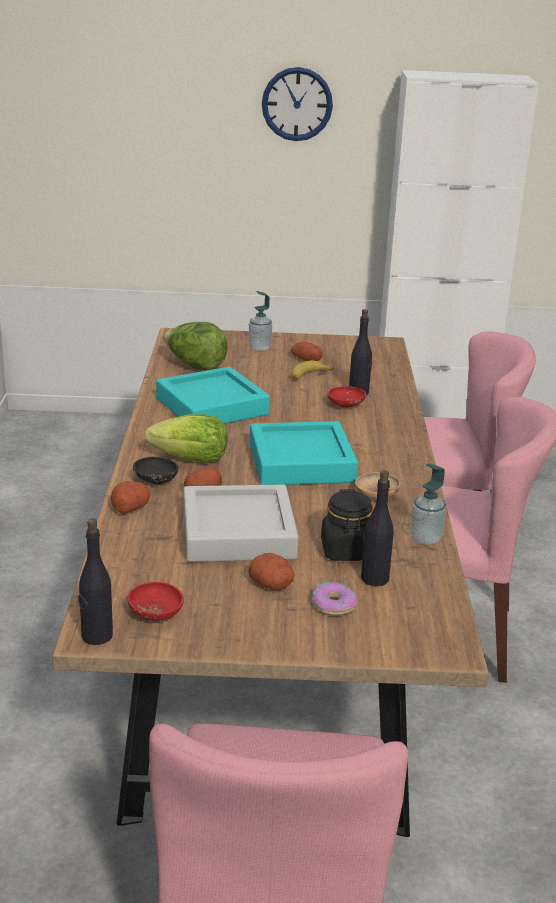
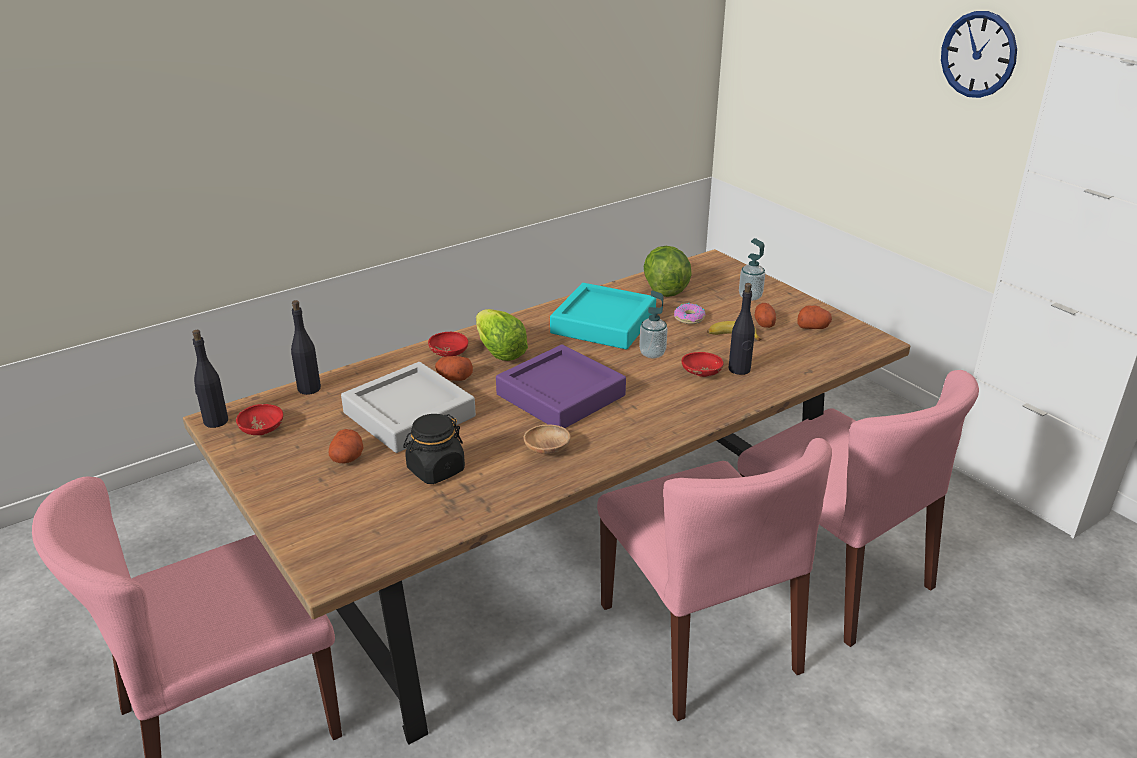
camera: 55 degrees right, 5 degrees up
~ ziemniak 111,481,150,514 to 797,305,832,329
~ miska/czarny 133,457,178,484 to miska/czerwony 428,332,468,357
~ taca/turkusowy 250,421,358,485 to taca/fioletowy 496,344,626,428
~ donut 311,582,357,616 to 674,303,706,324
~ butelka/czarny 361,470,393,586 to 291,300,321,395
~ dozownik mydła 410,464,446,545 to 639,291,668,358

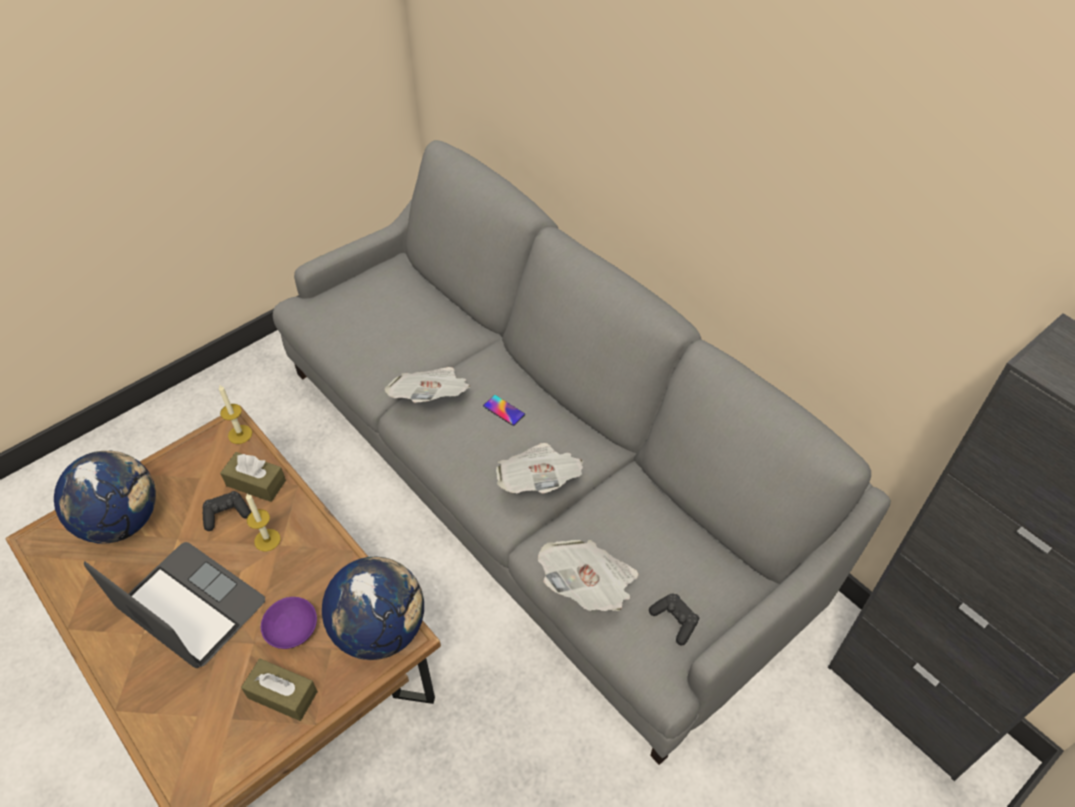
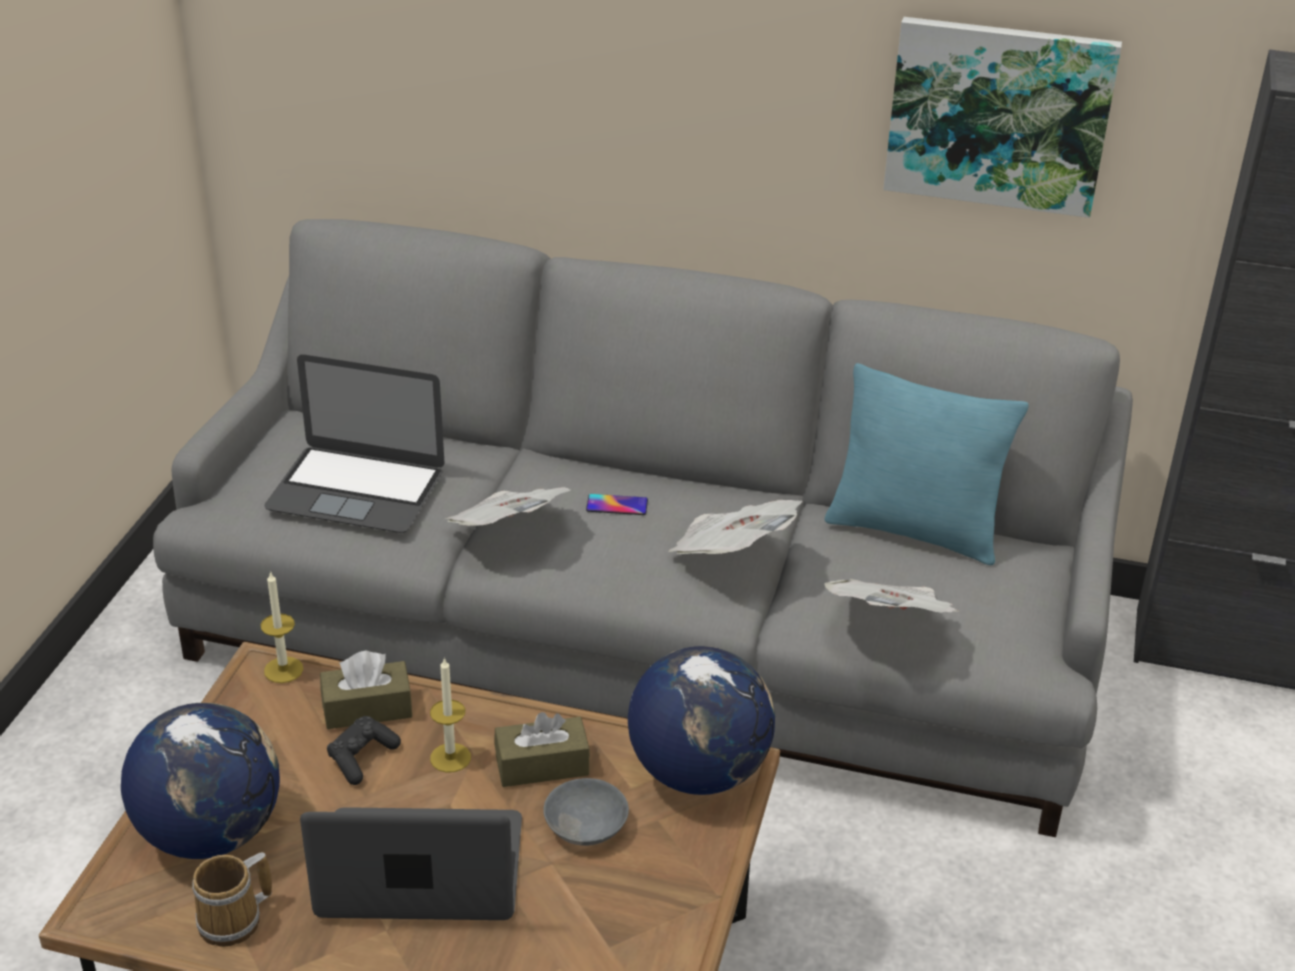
camera: 35 degrees left, 15 degrees down
~ pudełko chusteczek/brązowy 241,659,318,721 to 495,712,590,787
~ miska/fioletowy 261,597,317,649 to miska/szary 543,778,629,846
- pad do gier/czarny 649,594,699,645
+ kubek 192,852,272,947
+ laptop 264,354,444,533
+ poduszka/turkusowy 824,363,1029,565
+ obraz 883,17,1122,218

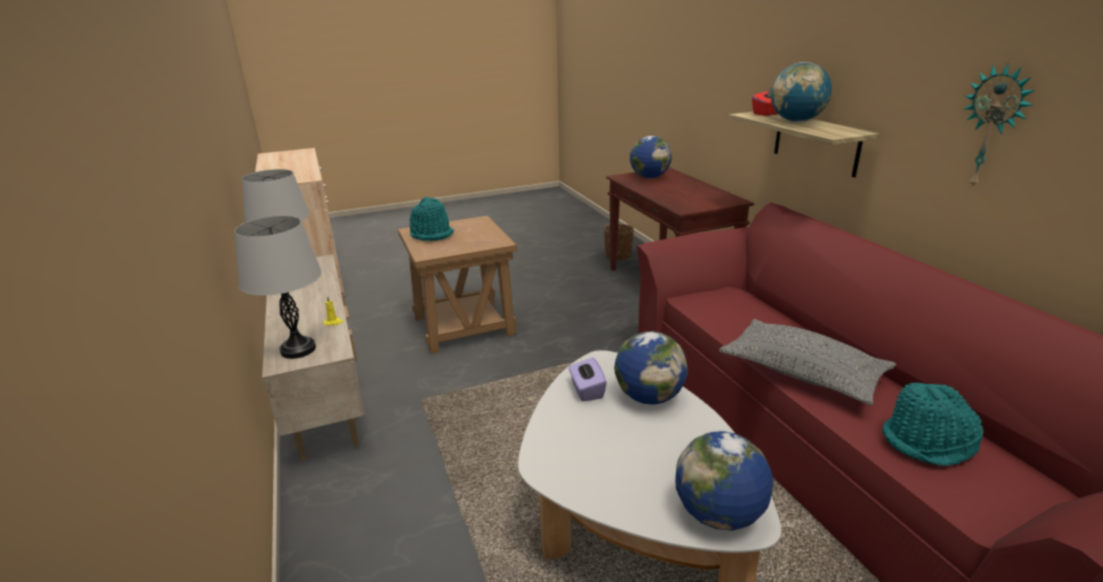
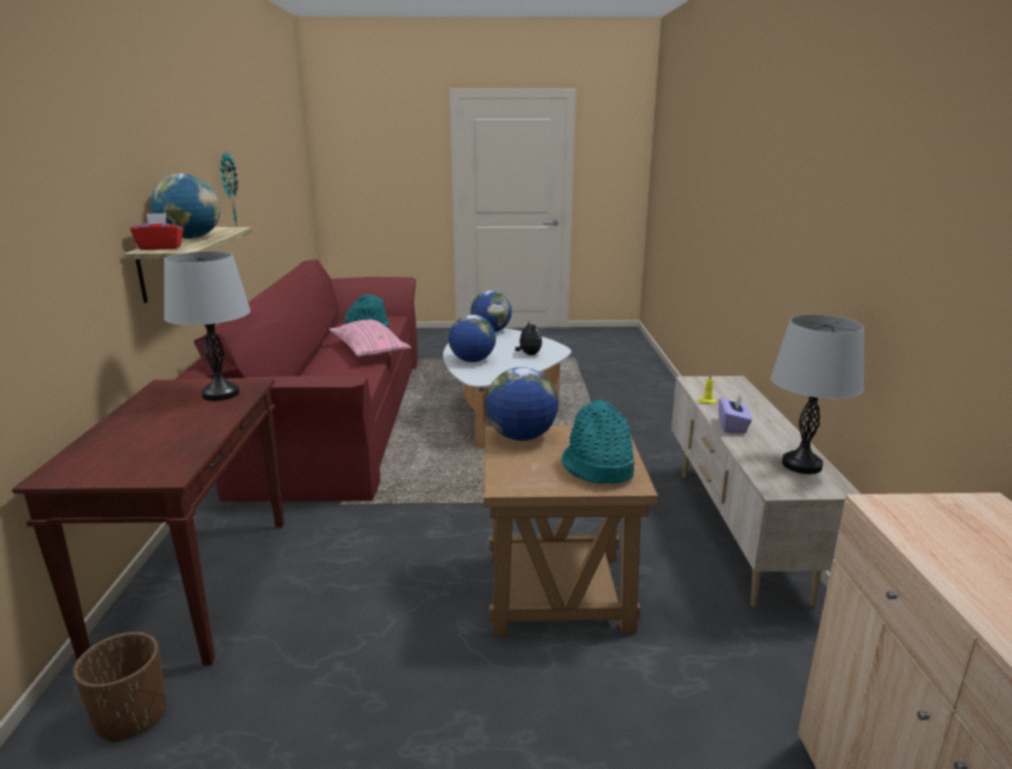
camera: 160 degrees left, 5 degrees down
~ lampa stołowa/szary 235,216,322,359 to 164,251,251,401
~ pudełko chusteczek/fioletowy 569,358,607,401 to 718,395,752,434
~ globus 630,136,672,178 to 485,367,559,441
~ poduszka/szary 719,319,896,406 to poduszka/różowy 329,320,411,357
+ pluszak 515,321,542,355

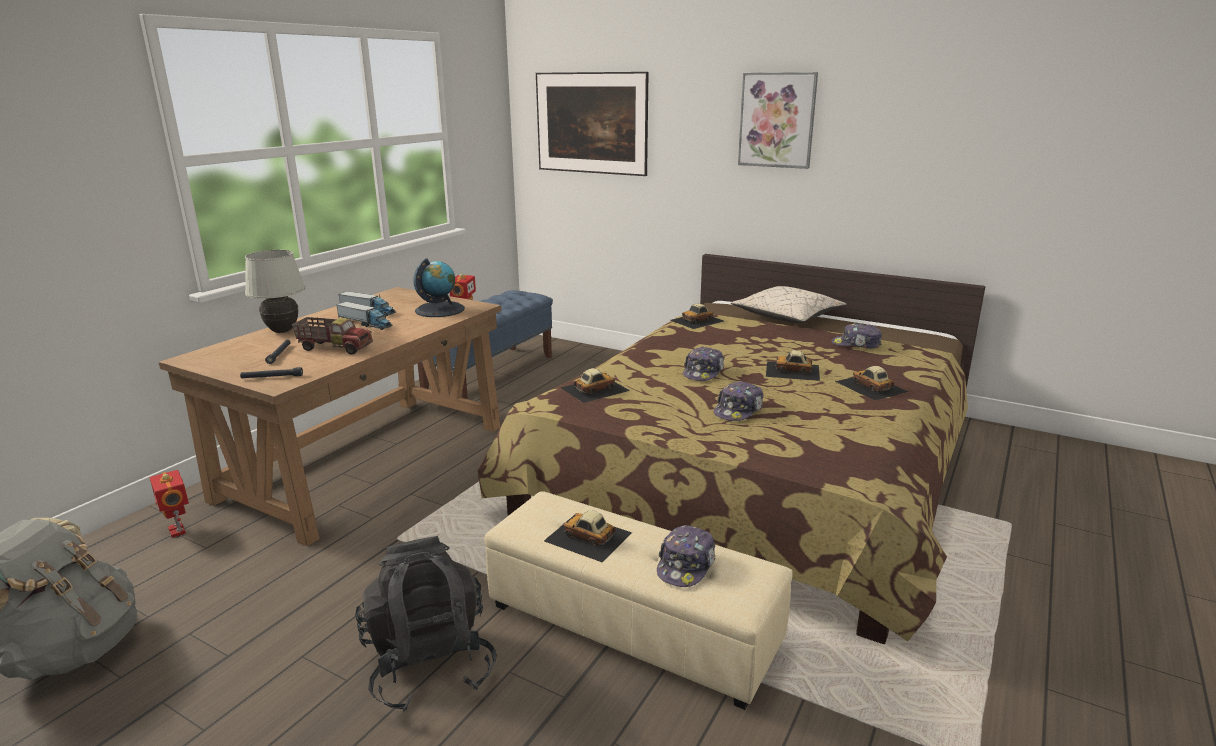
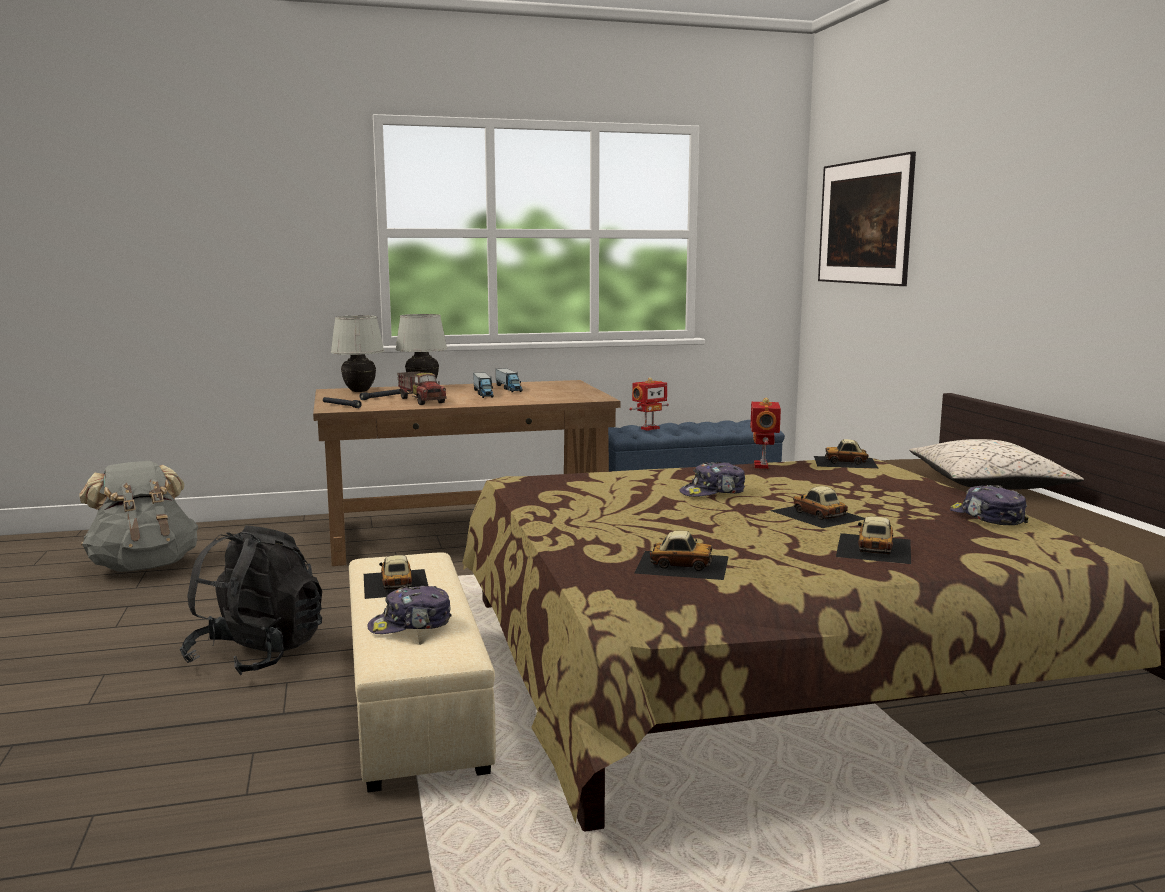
camera: 45 degrees right, 10 degrees down
~ robot zabawkowy 150,470,189,538 to 750,398,781,469
- globus 413,258,465,317
~ samochodzik 560,368,630,403 to 634,531,729,580
- czapka z daszkiem 714,381,764,421
- obraz 738,72,818,169
+ lampa stołowa/biały 331,315,384,392

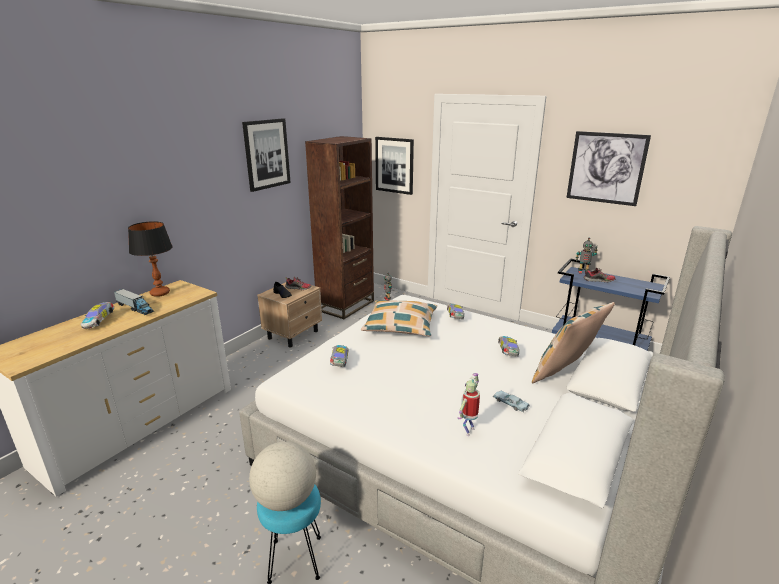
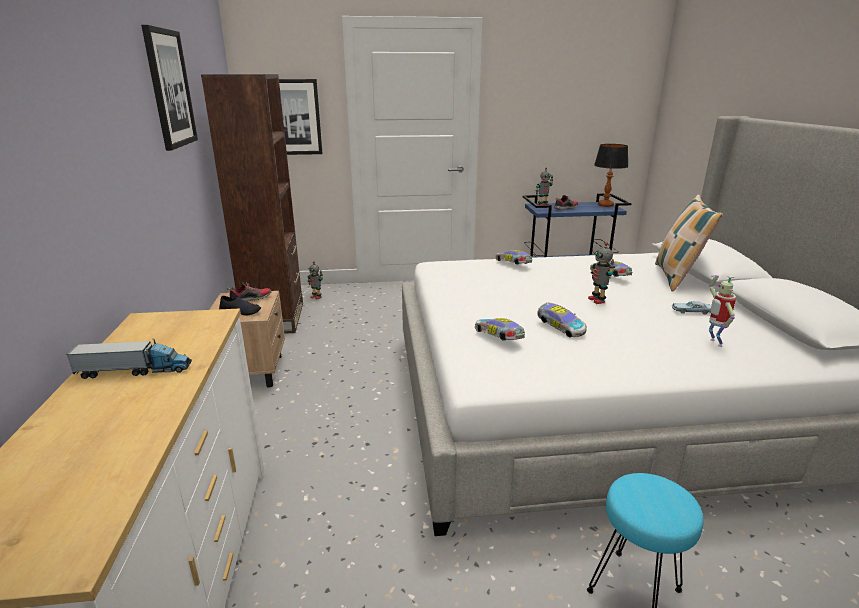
camera: 40 degrees left, 0 degrees up
~ samochodzik 81,302,114,329 to 537,303,587,338
~ lampa stołowa 128,221,173,297 to 594,144,629,207
- globus 249,441,316,511
- poduszka 361,300,437,336
- obraz 566,131,651,206
+ robot zabawkowy 588,242,615,304

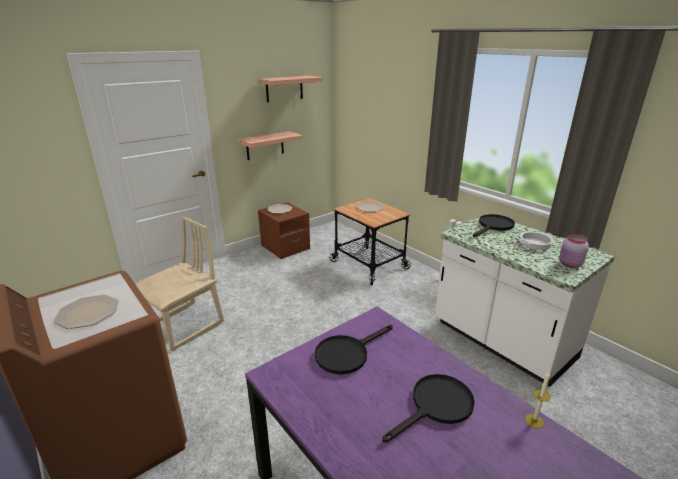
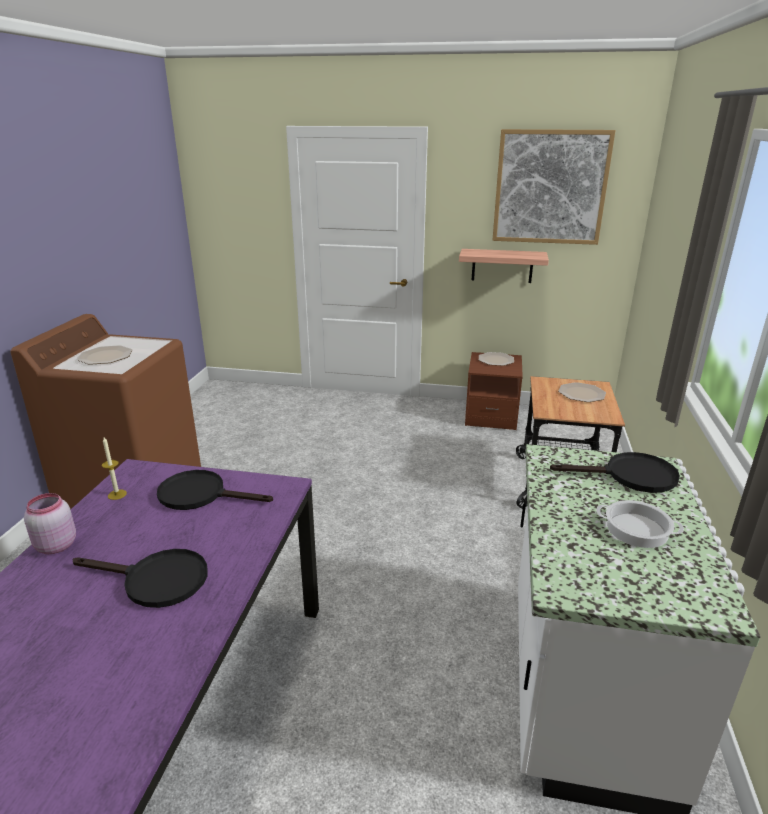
camera: 50 degrees right, 0 degrees up
- krzesło/beżowy 135,216,224,352
~ półka 258,76,323,103 to obraz 492,129,616,245
~ świeca 525,372,550,429 to 102,437,127,500
~ słoik/różowy 559,234,589,268 to 24,493,76,554

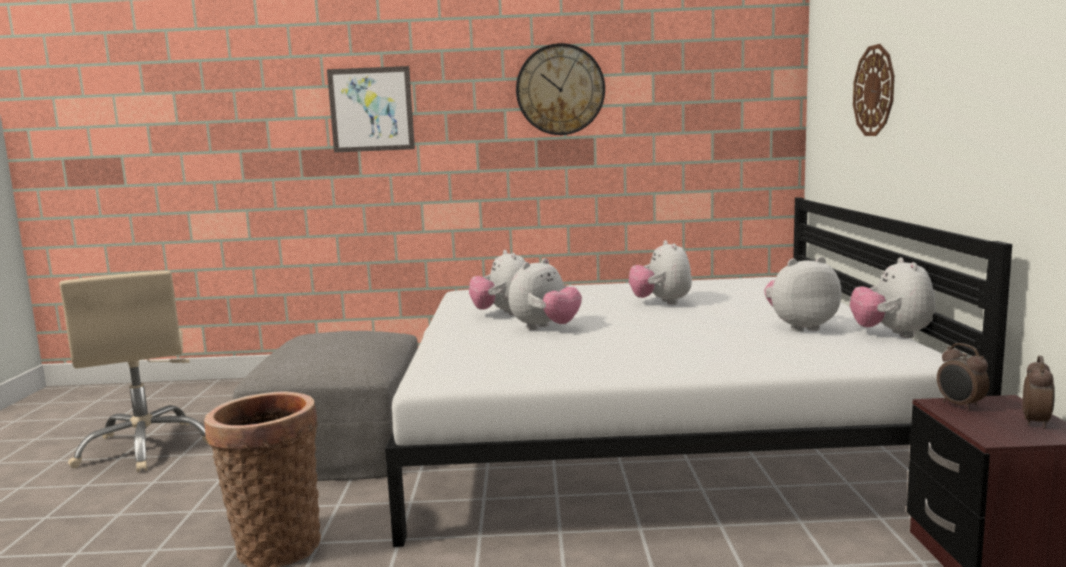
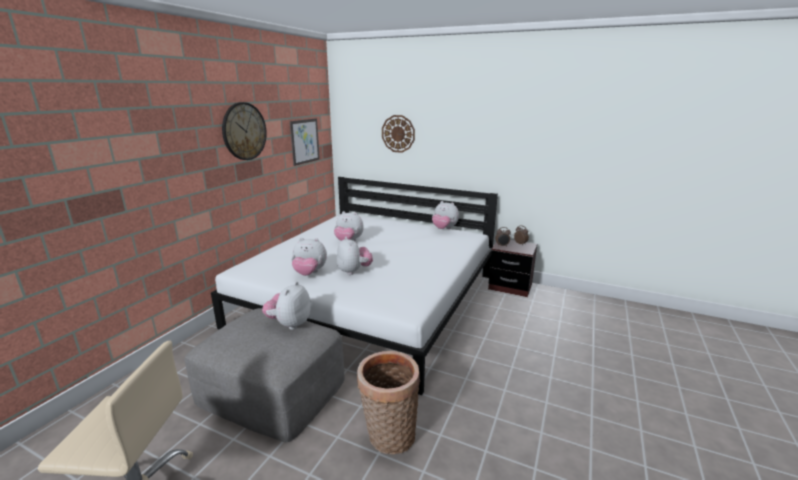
camera: 65 degrees left, 10 degrees up
~ obraz 327,66,415,153 to 290,118,320,166
~ pluszak 764,257,841,332 to 262,282,311,330

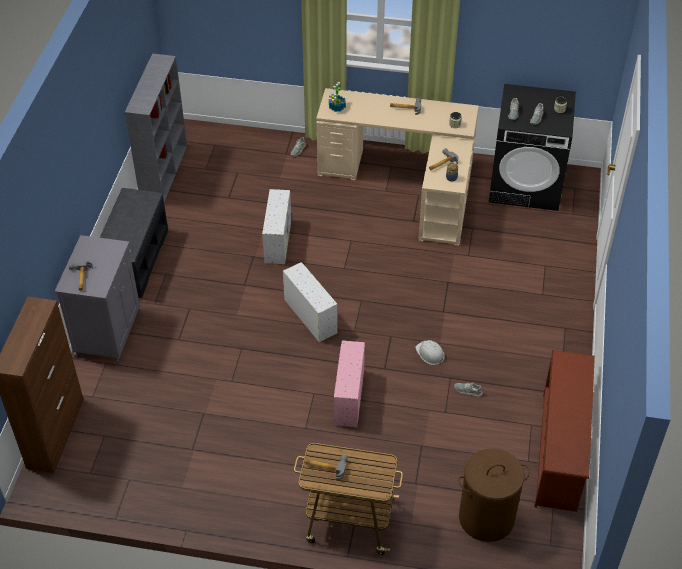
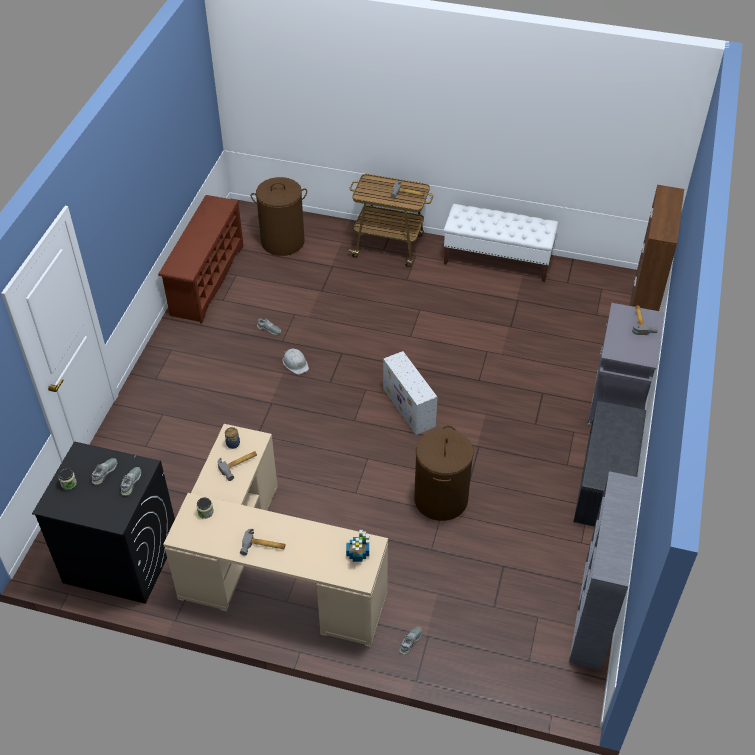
camera: 175 degrees left, 0 degrees up
~ pojemnik do przechowywania/biały 262,189,291,264 to kosz na pranie/brązowy 414,426,474,521
- pojemnik do przechowywania/różowy 334,340,365,427
+ ławka/biały 444,204,558,282

